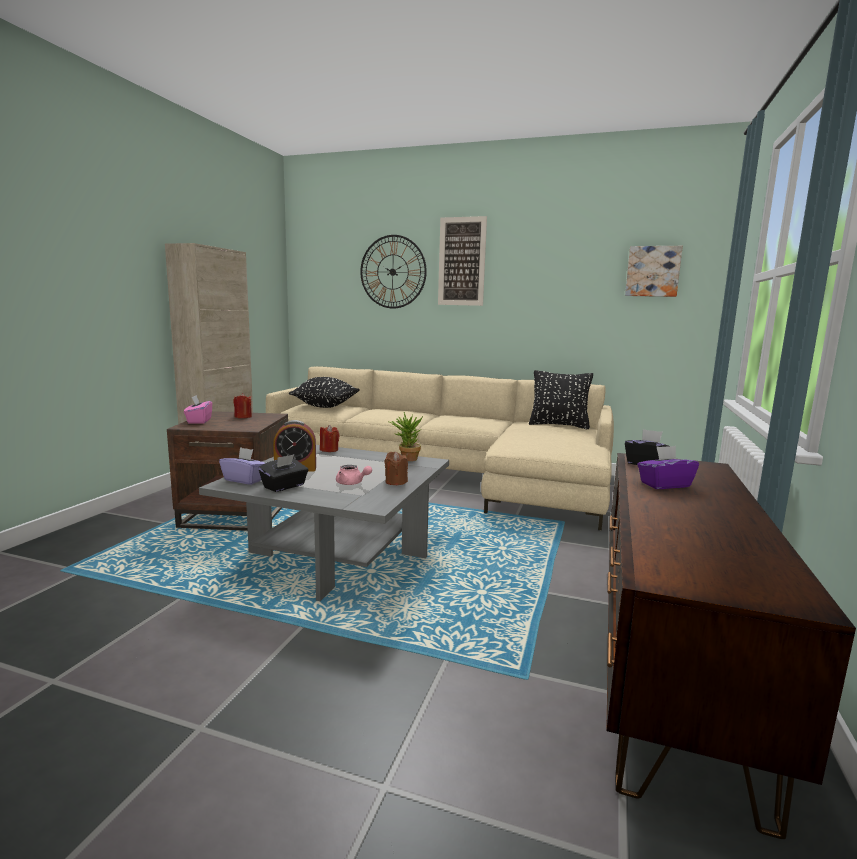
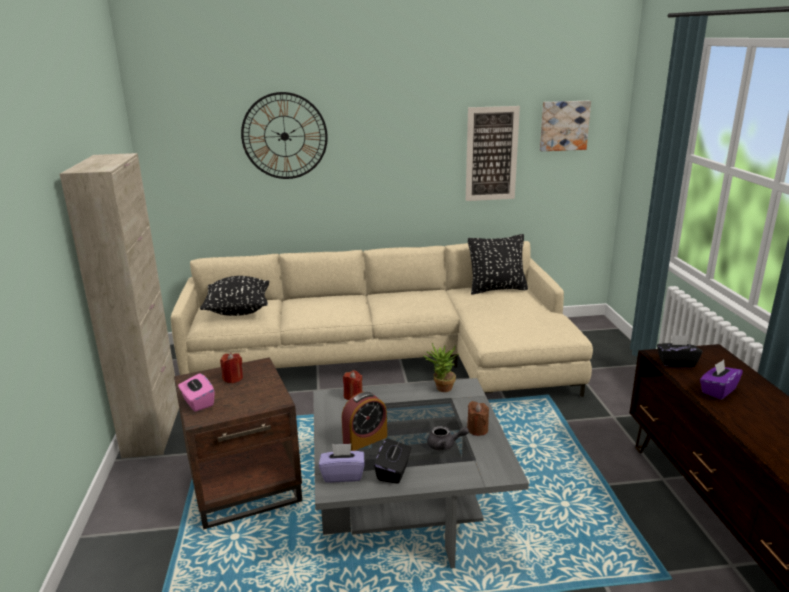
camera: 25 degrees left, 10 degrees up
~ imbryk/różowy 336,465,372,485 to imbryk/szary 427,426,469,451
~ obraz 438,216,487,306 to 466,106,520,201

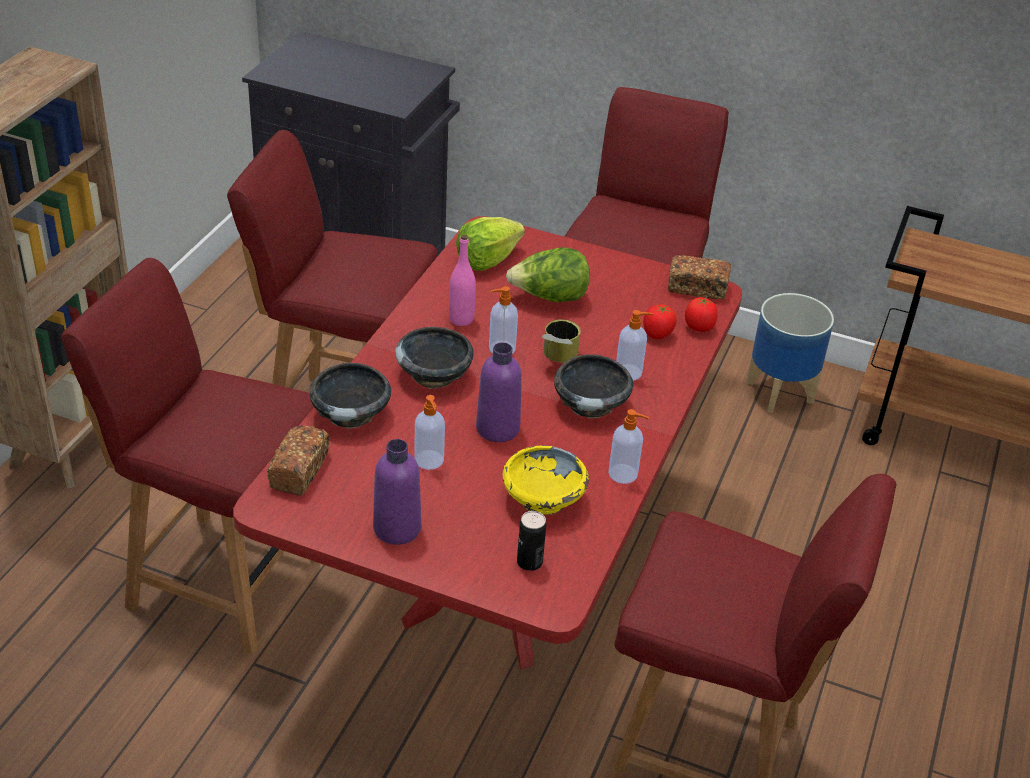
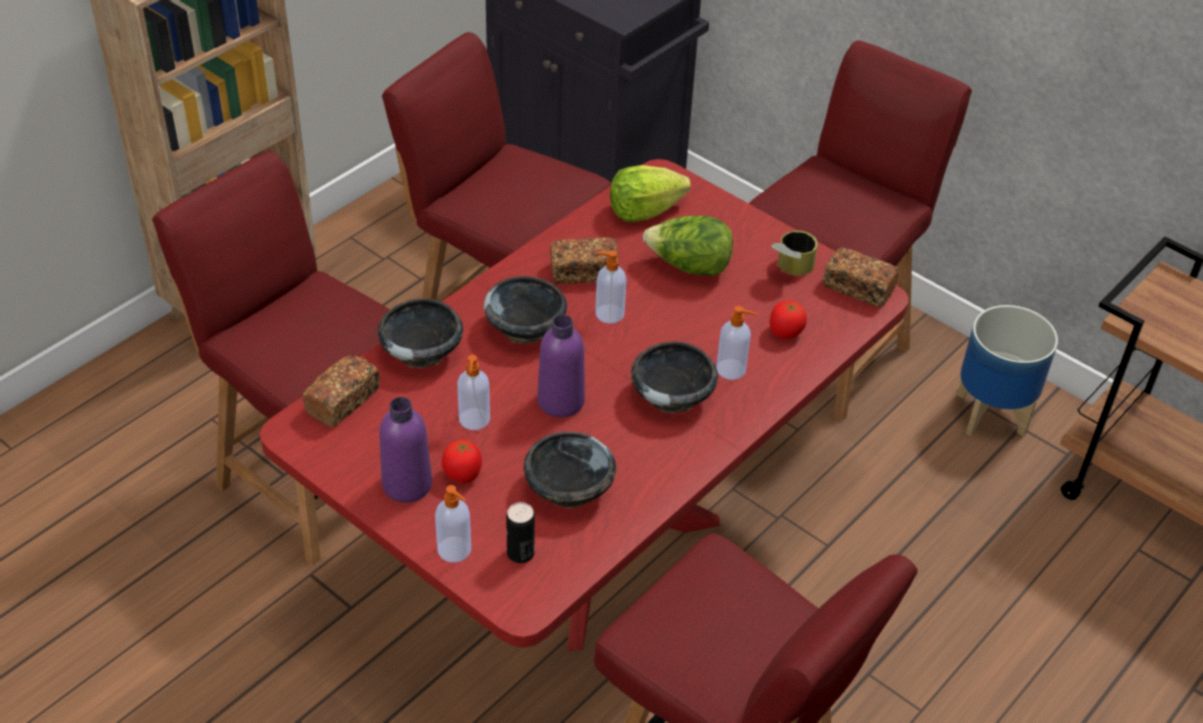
camera: 20 degrees right, 5 degrees up
~ butelka/różowy 449,235,476,326 to chleb 550,237,619,284
~ miska/żółty 503,446,589,515 to miska/czarny 524,431,616,508
~ puszka 542,319,581,362 to 771,230,818,276
~ dozownik mydła 608,409,649,484 to 435,485,471,563
~ pomidor 685,297,718,332 to 442,439,482,483

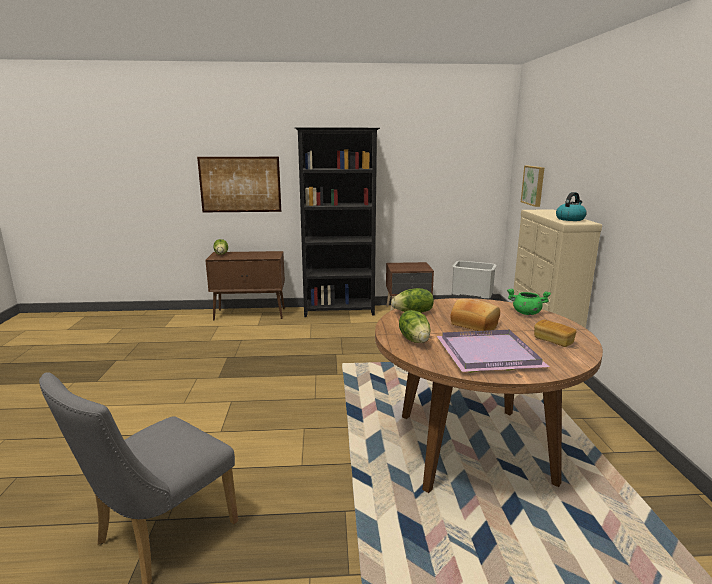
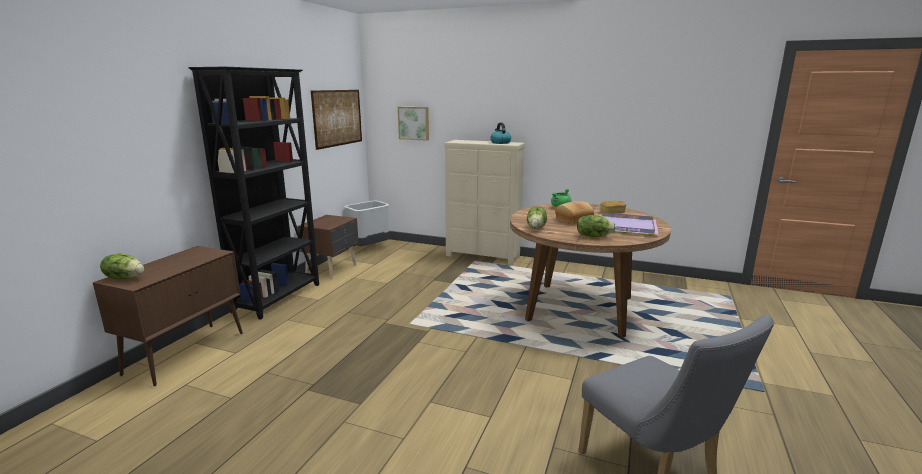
camera: 65 degrees left, 0 degrees up
~ obraz 197,157,281,212 to 311,90,362,150

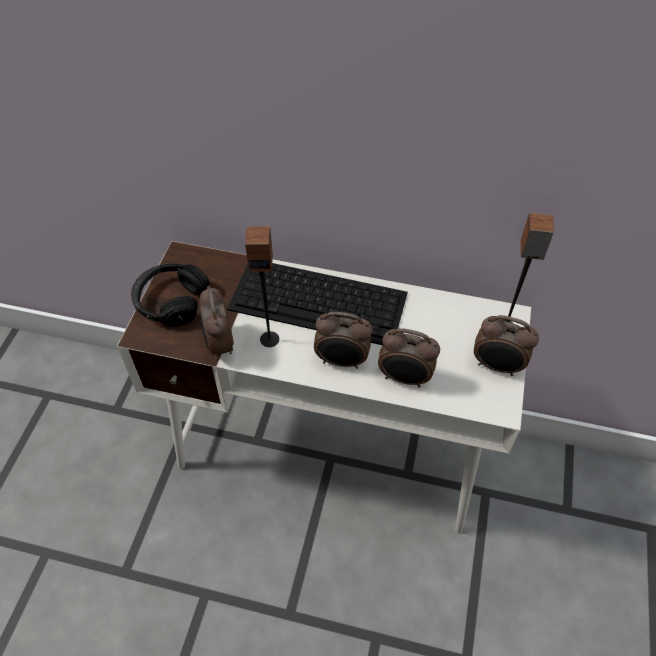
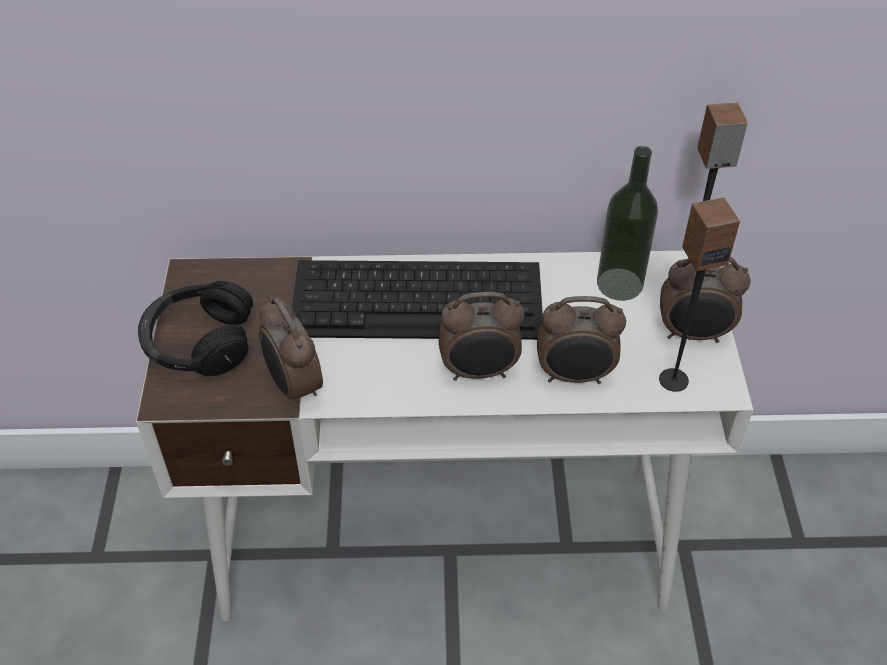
camera: 15 degrees left, 5 degrees down
~ głośnik 245,226,279,347 to 659,197,740,392
+ butelka 597,146,658,301

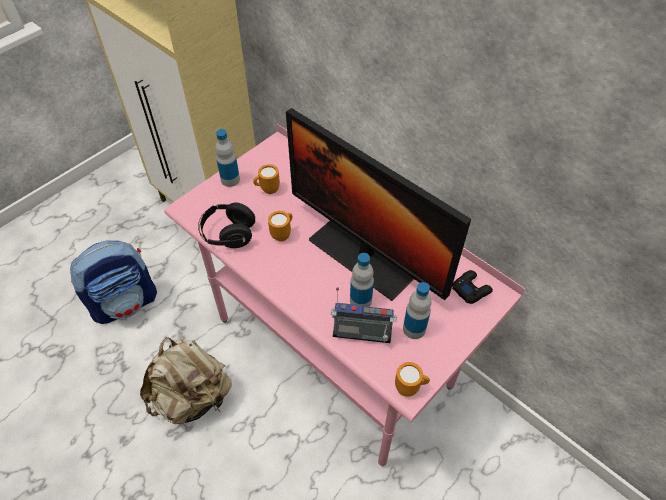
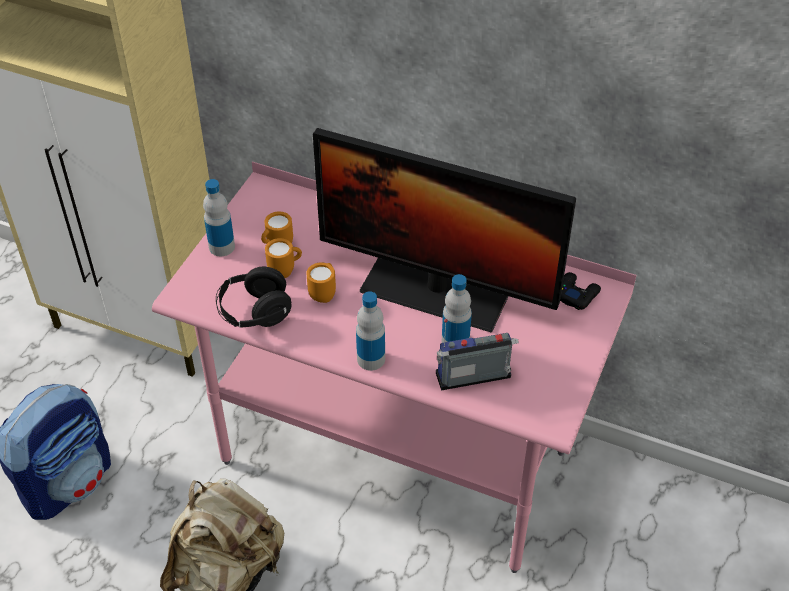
camera: 20 degrees left, 5 degrees down
~ kubek/pomarańczowy 395,362,430,397 to 265,238,302,278
~ butelka 403,282,431,339 to 356,291,385,371

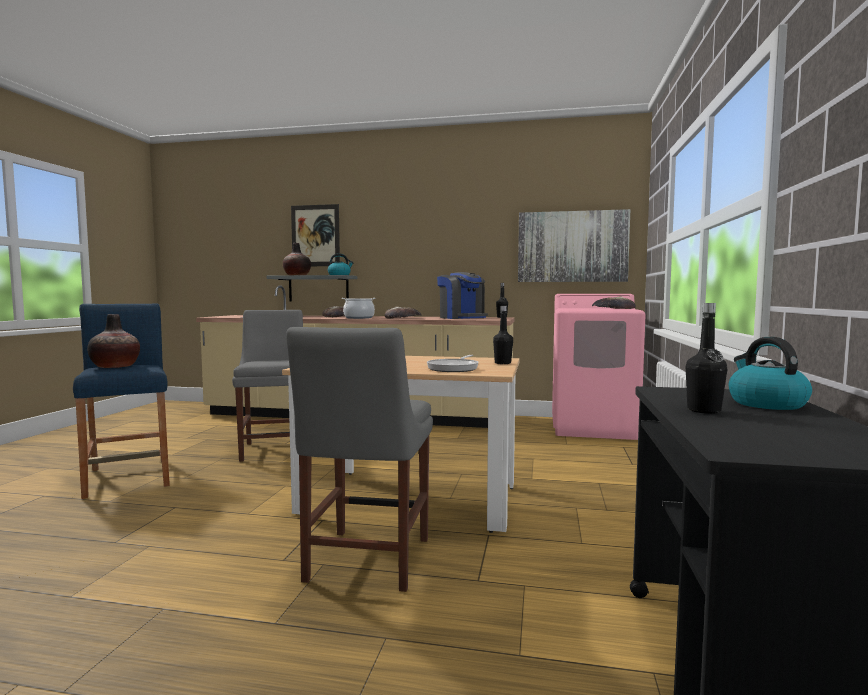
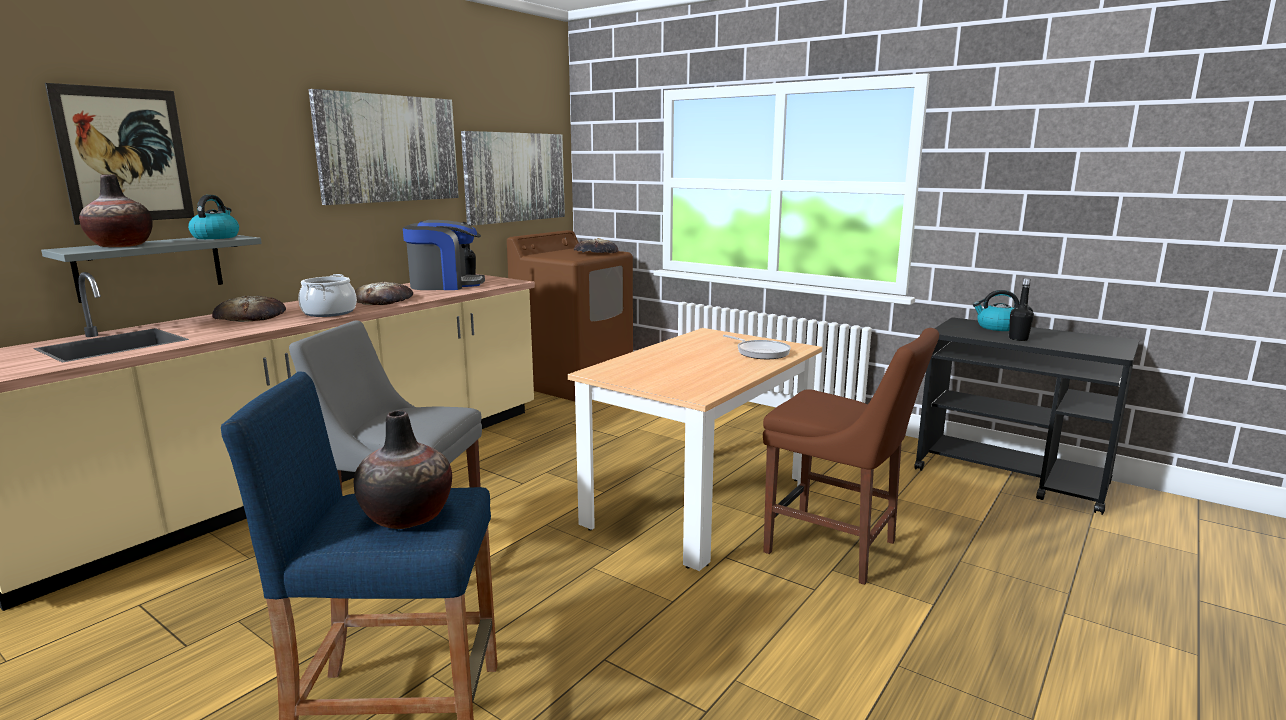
camera: 65 degrees left, 10 degrees up
~ krzesło/szary 286,327,433,592 to krzesło/brązowy 763,328,939,585
- butelka/czarny 493,306,513,364
~ pralka/różowy 552,294,646,440 to pralka/brązowy 507,230,633,401
+ obraz 308,89,459,205

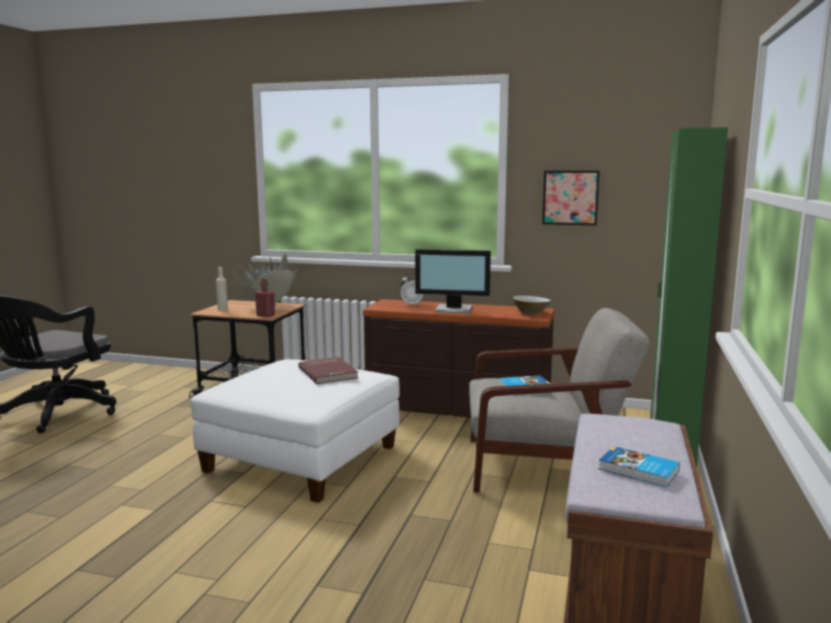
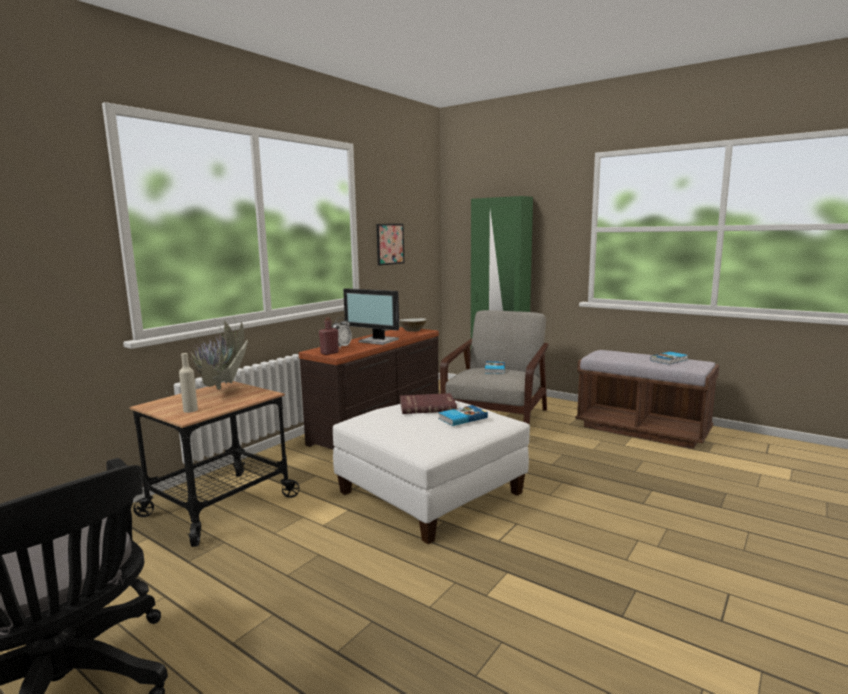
camera: 70 degrees left, 0 degrees up
~ butelka/czerwony 255,278,275,317 to 319,317,339,355
~ monitor 415,249,491,314 = 343,288,399,345 90 degrees clockwise
+ książka 438,405,488,426

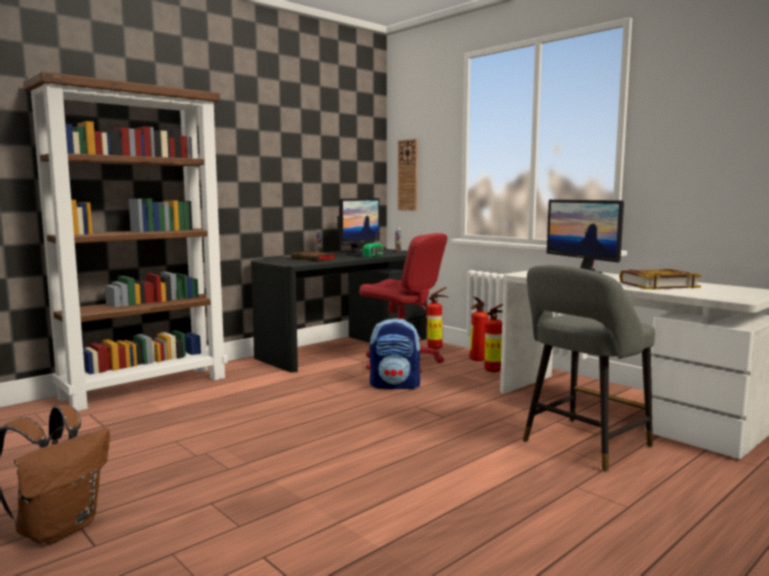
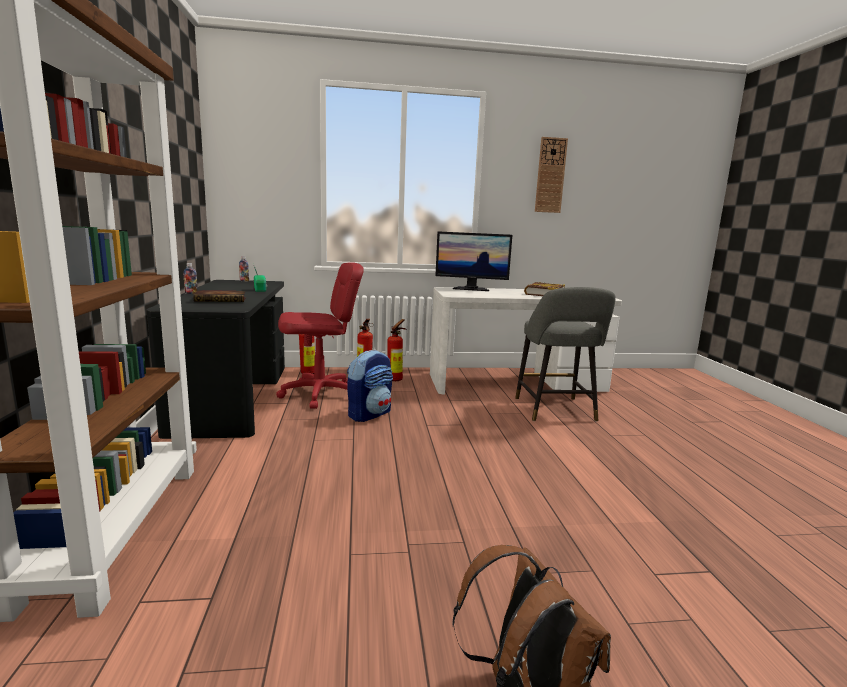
camera: 55 degrees left, 5 degrees up
- monitor 337,198,380,256
~ zegar ścienny 398,139,418,211 to 535,137,568,213

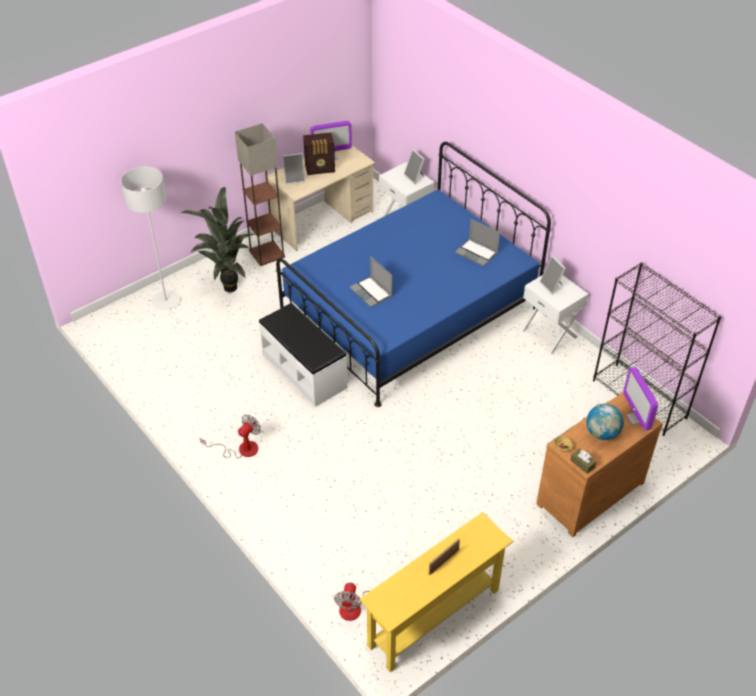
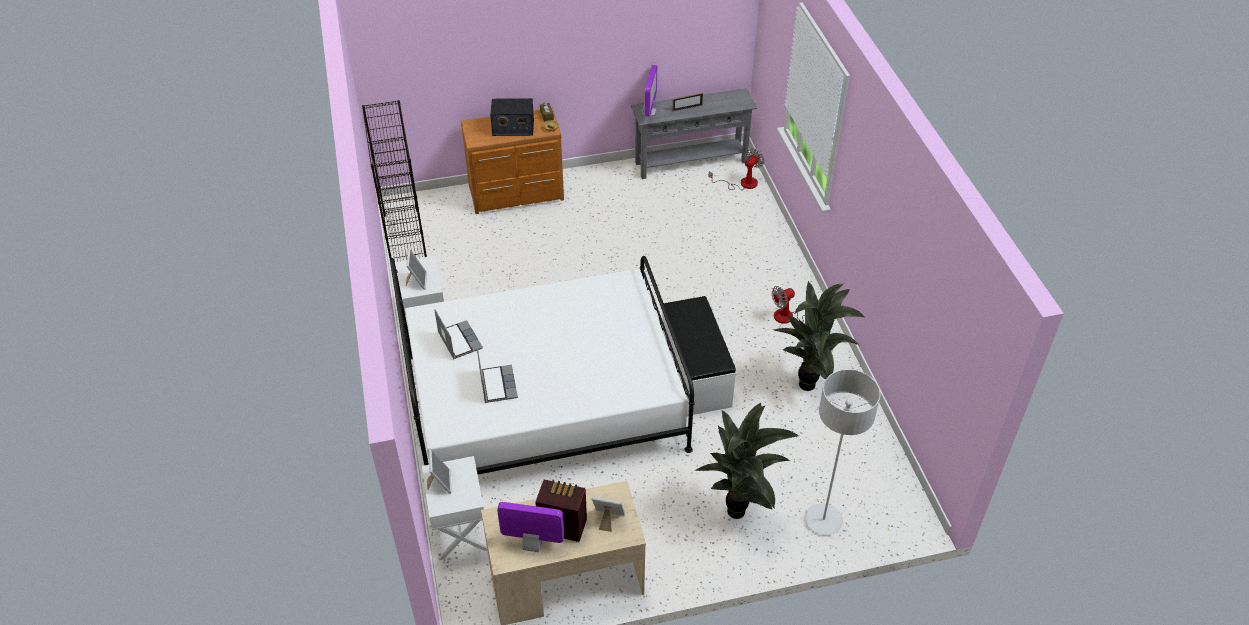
camera: 155 degrees left, 0 degrees up
- lampa stojąca 235,123,285,266
~ łóżko/niebieski 276,142,551,407 to łóżko/biały 390,256,695,475
~ laptop 350,256,393,307 to 477,348,518,403
~ stolik konsolowy/żółty 360,512,513,672 to stolik konsolowy/szary 631,88,757,179
~ globus 586,404,624,440 to radio 490,98,534,136
~ monitor 623,367,658,431 to 642,65,657,117
+ roślina doniczkowa 774,281,866,391

